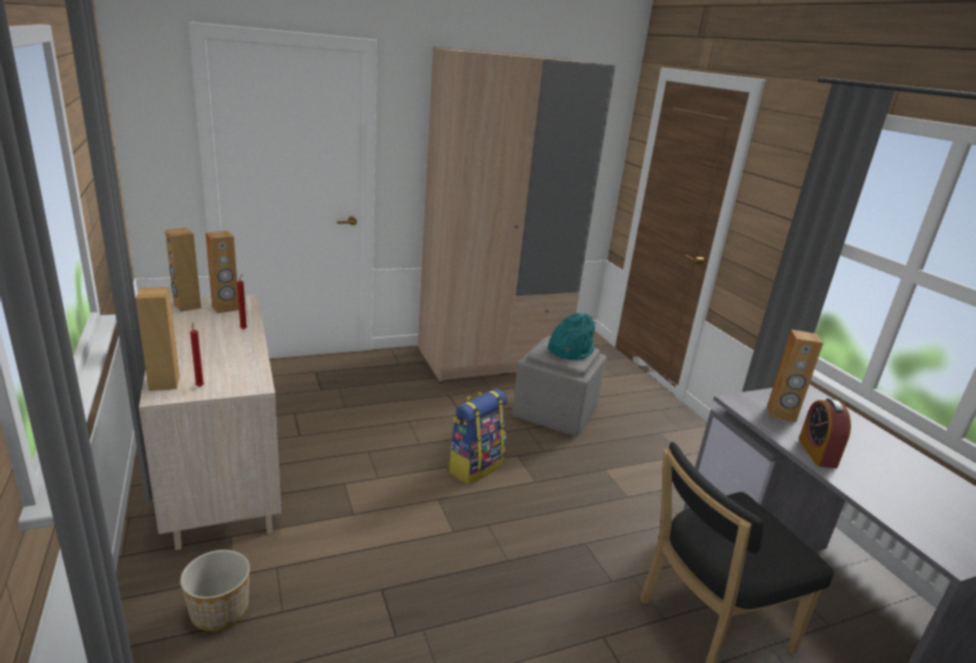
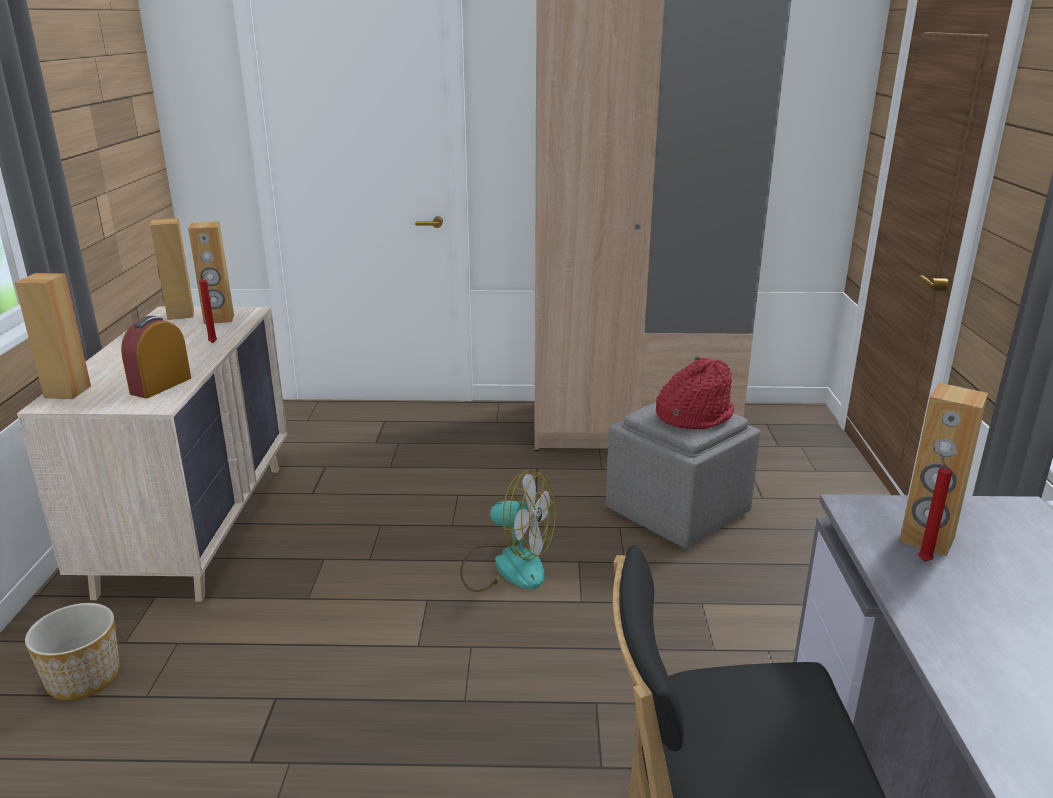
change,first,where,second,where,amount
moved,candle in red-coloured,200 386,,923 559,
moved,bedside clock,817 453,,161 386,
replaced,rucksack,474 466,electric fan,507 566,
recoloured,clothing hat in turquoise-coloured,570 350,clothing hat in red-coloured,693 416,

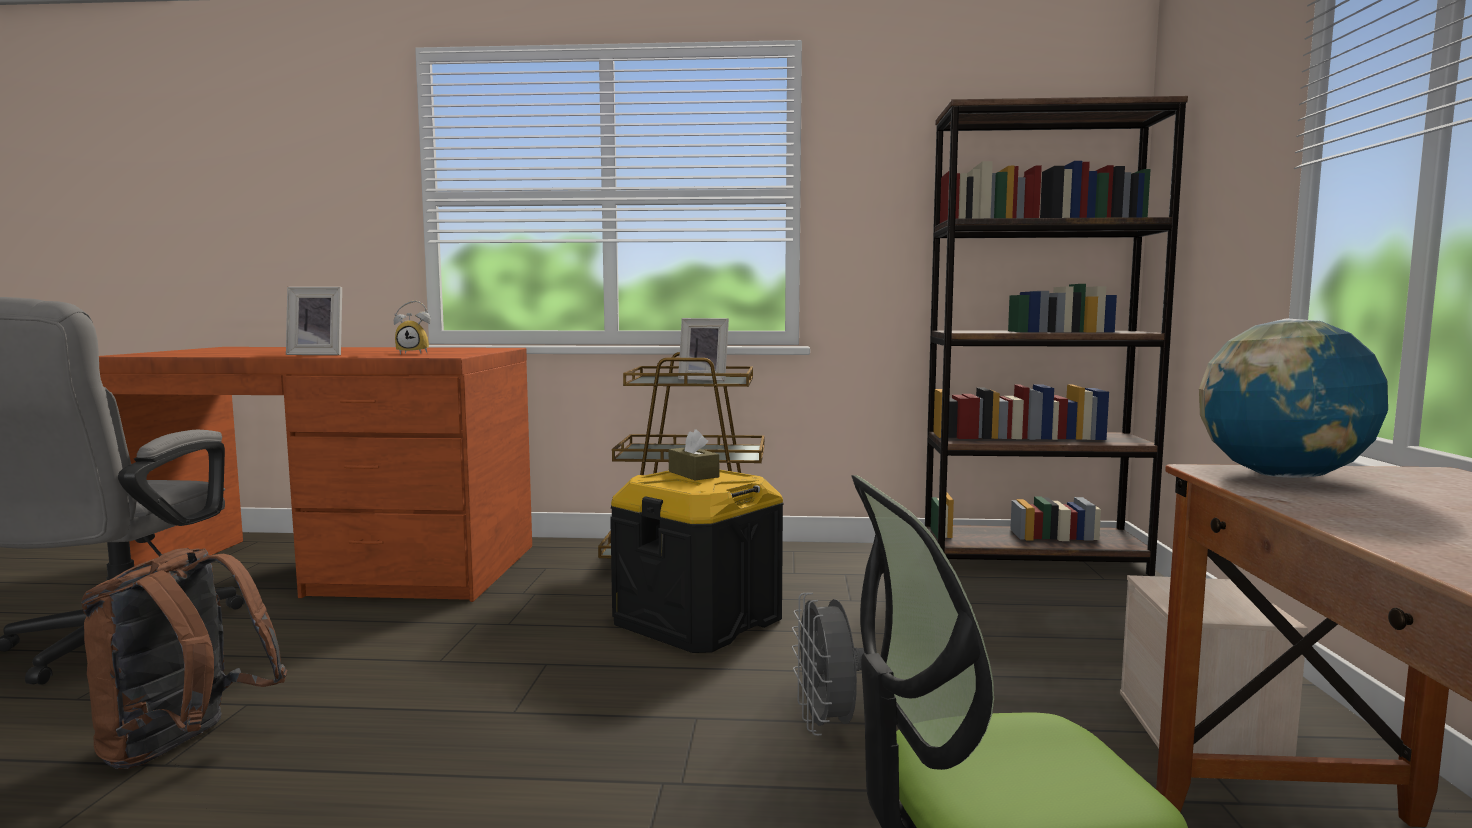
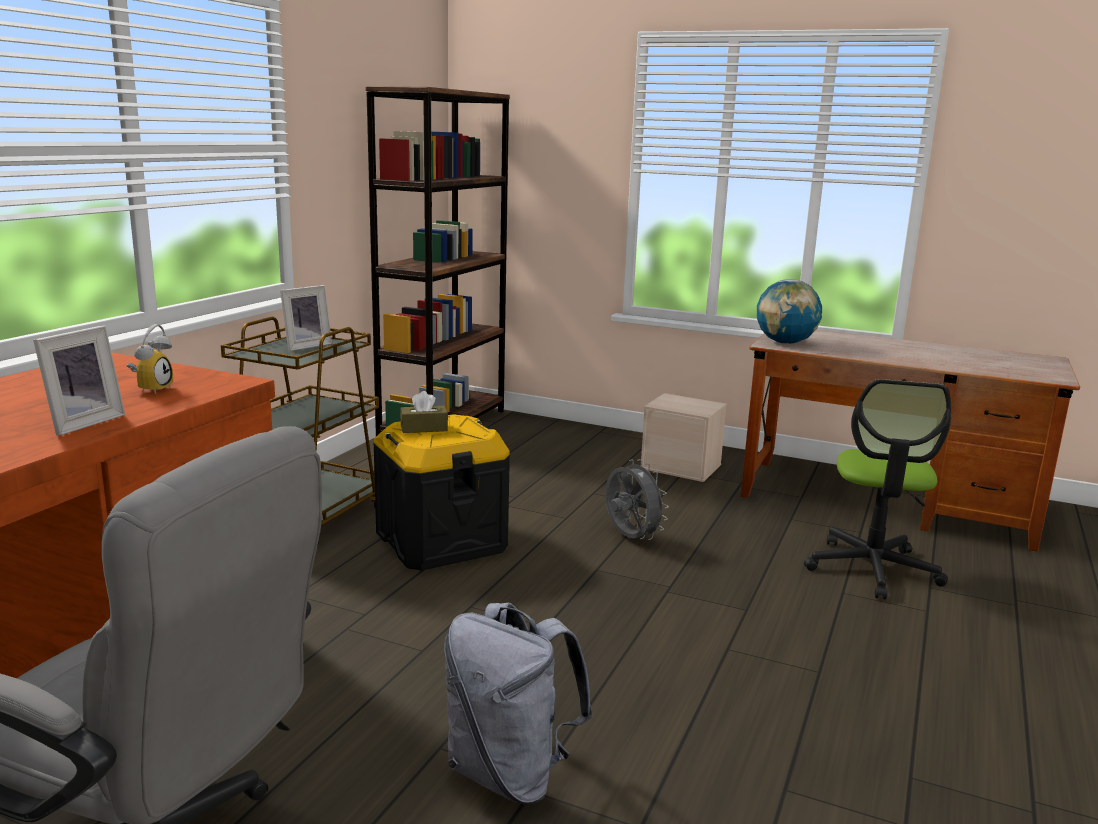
change,first,where,second,where,amount
recoloured,rucksack in brownish,183 747,rucksack in gray,510 774,
turned,electric fan in gray,826 725,,630 538,135 degrees counterclockwise

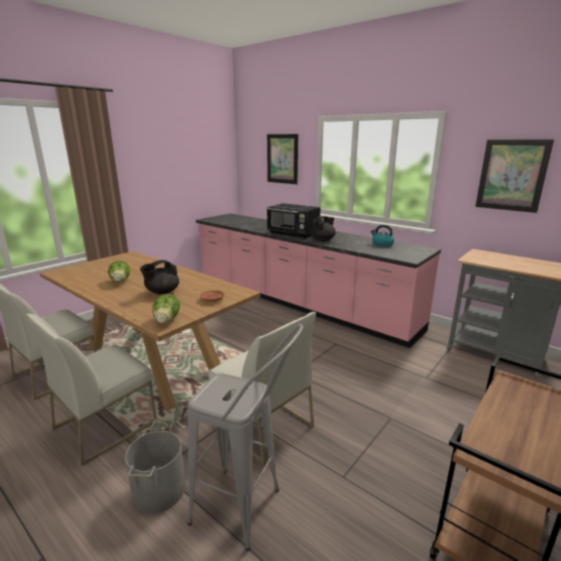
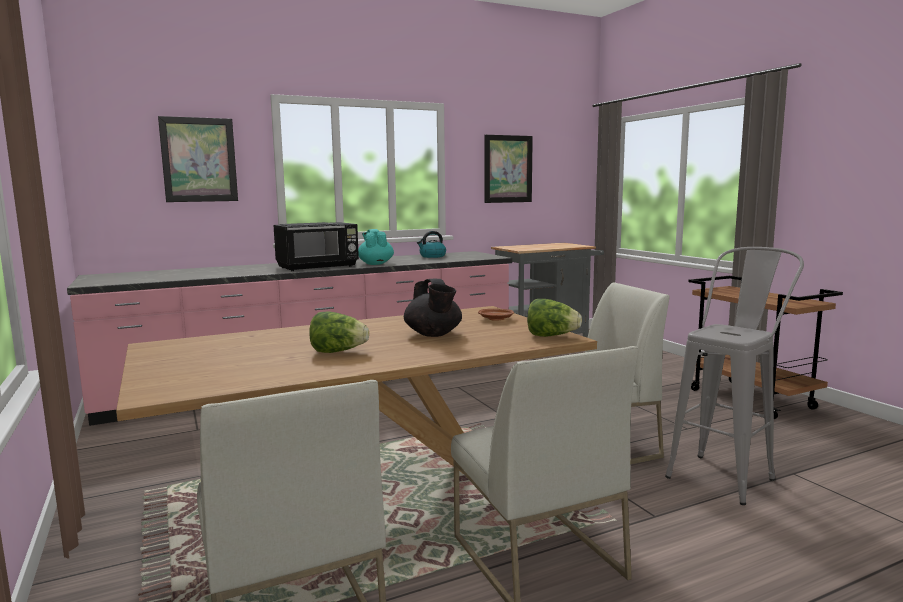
change,first,where,second,where,amount
removed,bucket in gray,158 489,,,
recoloured,tea pot in blackish,323 240,tea pot in turquoise-coloured,375 264,

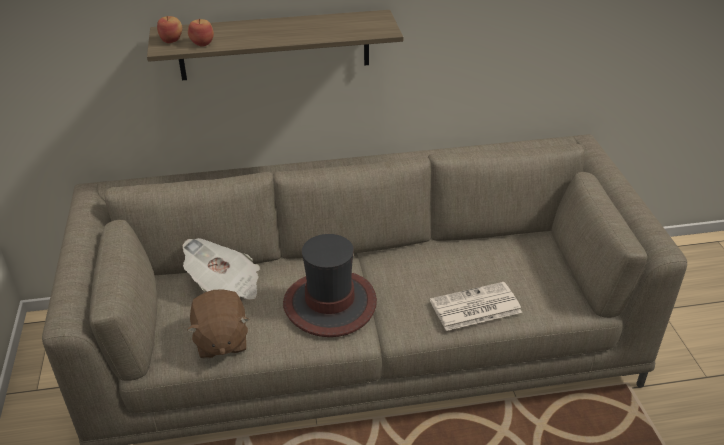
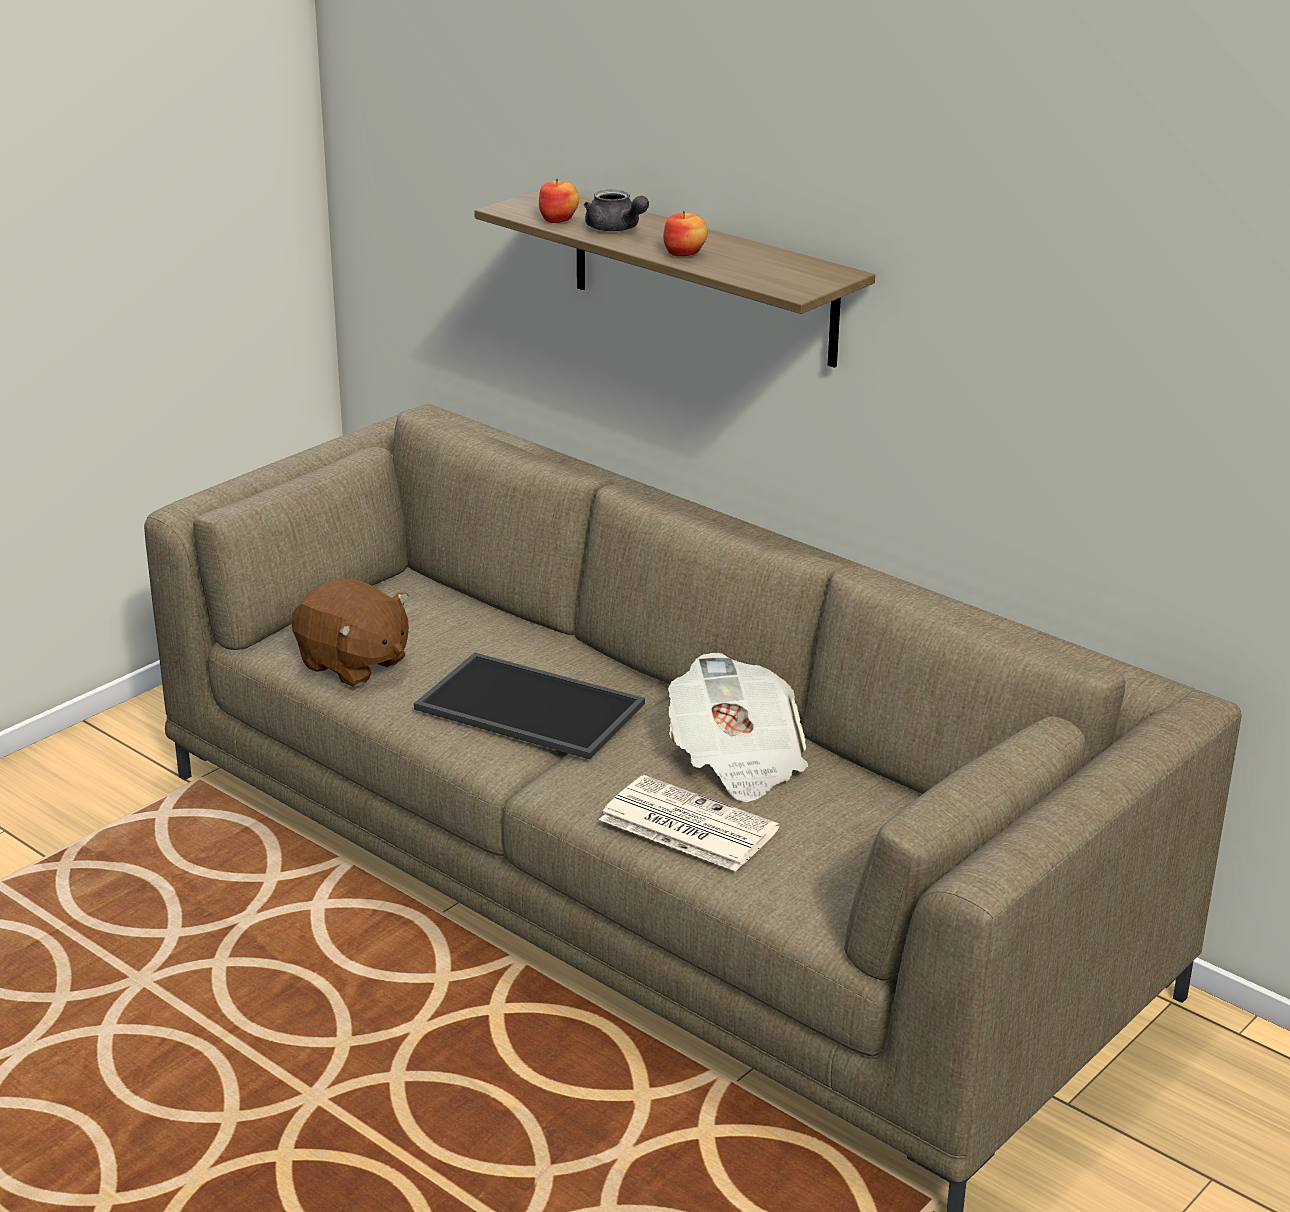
change,first,where,second,where,amount
added,,,tea pot in gray,616 229,
moved,apple fruit,171 40,,685 253,
moved,printed paper,225 283,,736 761,
replaced,clothing hat,330 304,carrying tray,526 707,
turned,cuddly toy in brownish,220 340,,353 664,90 degrees counterclockwise

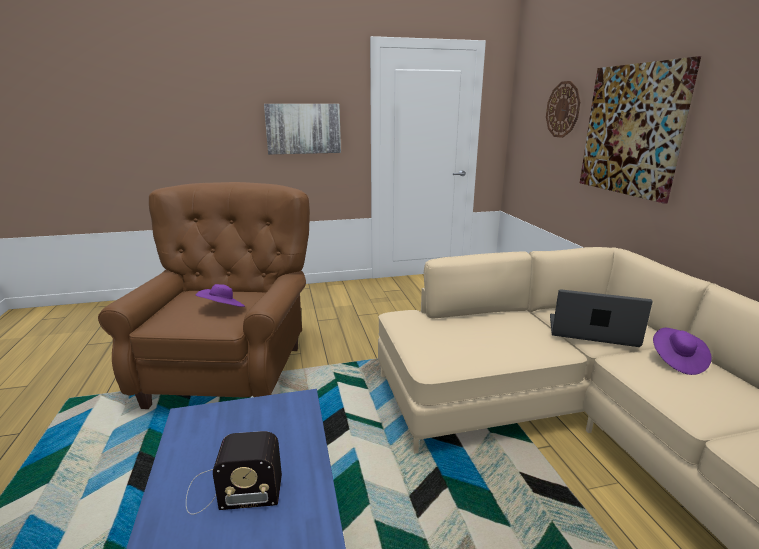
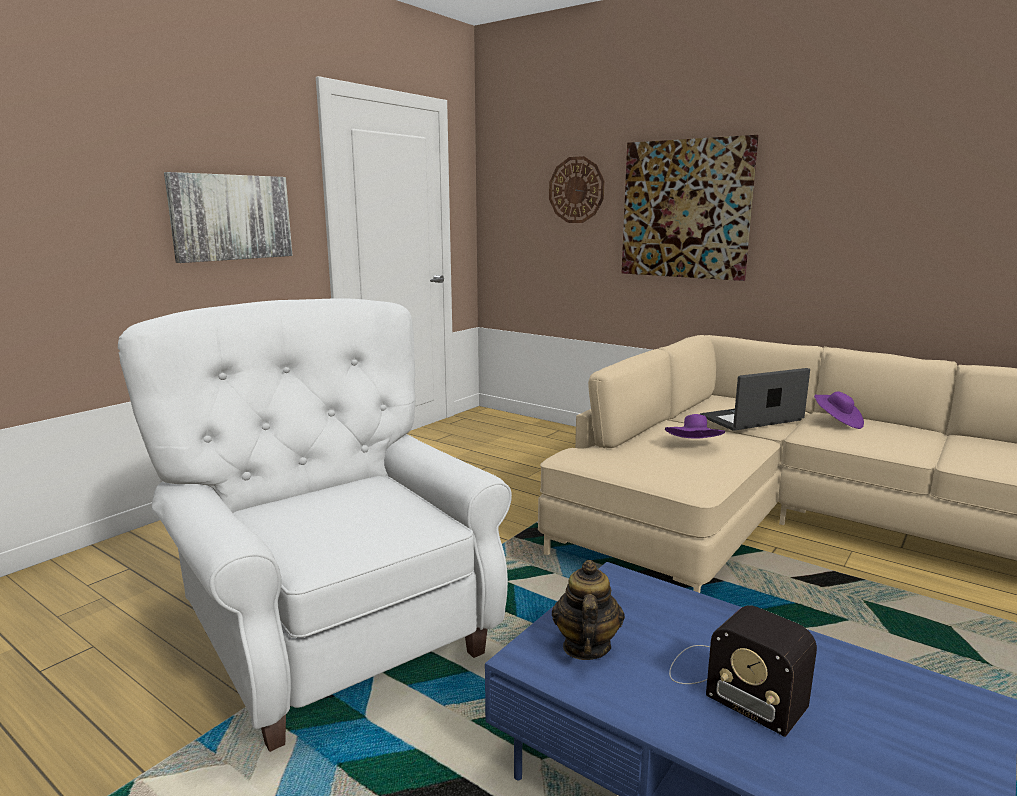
change,first,where,second,where,amount
added,,,tea pot,586 646,
moved,clothing hat in purple,223 309,,694 446,
recoloured,lounge chair in brownish,231 371,lounge chair in white,335 635,
turned,radio set,231 490,,731 683,90 degrees clockwise

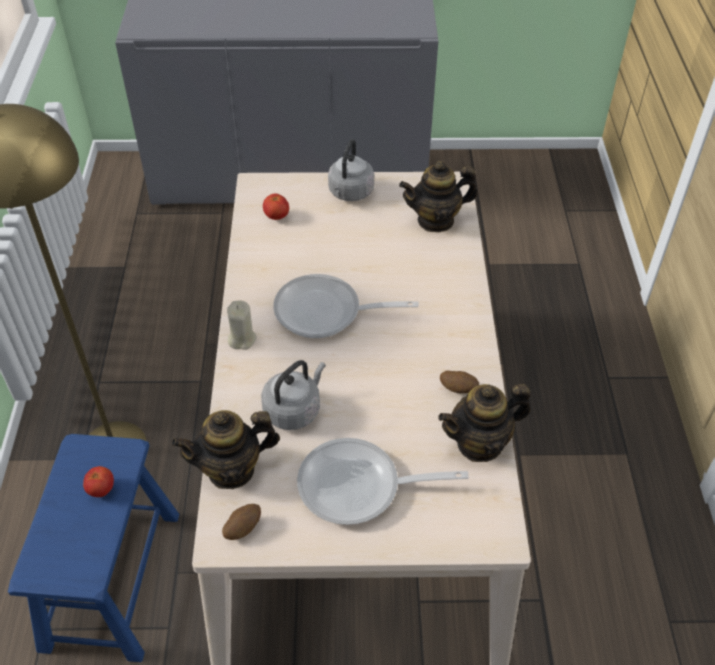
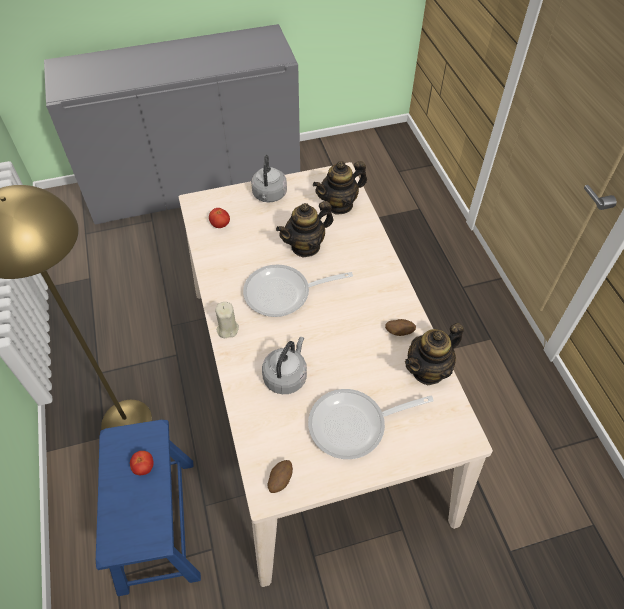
change,first,where,second,where,amount
moved,tea pot,231 469,,305 246,

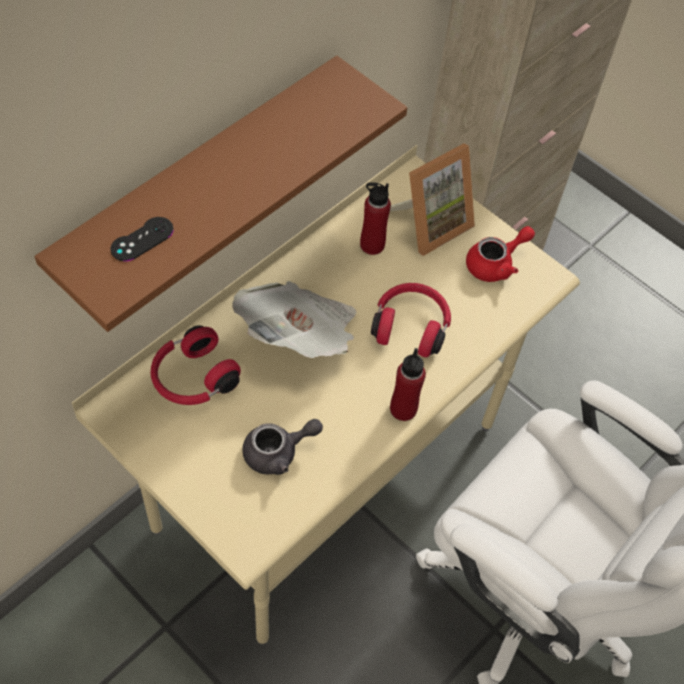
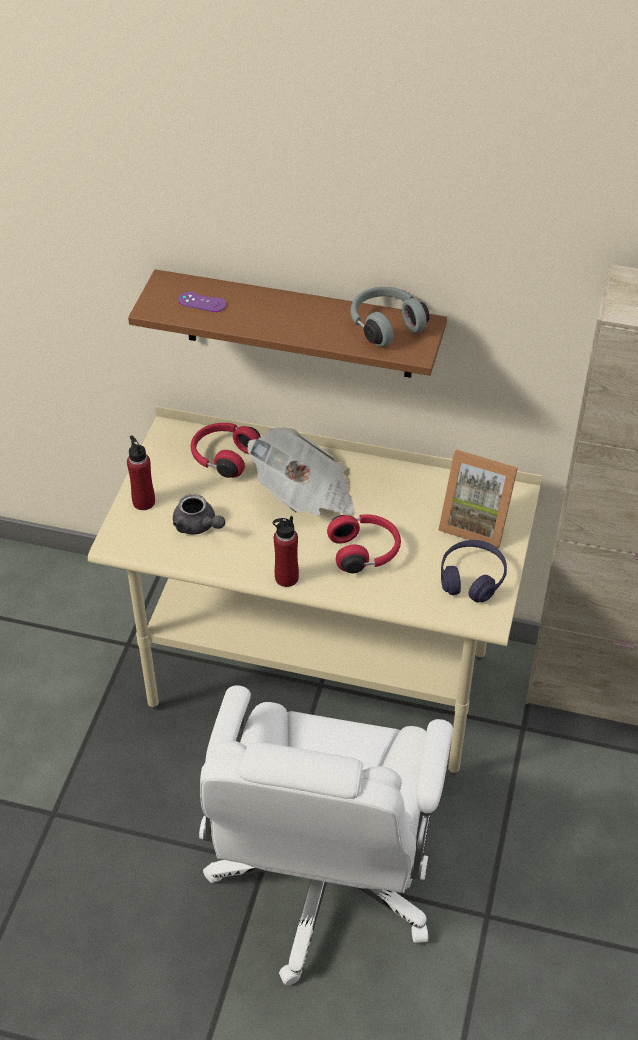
change,first,where,second,where,amount
added,,,pair of headphones in gray,385 325,
moved,drink bottle in red-coloured,372 245,,143 502,
replaced,tea pot in red-coloured,495 264,pair of headphones in purple,472 578,
recoloured,joypad in blackish,142 239,joypad in purple,202 302,

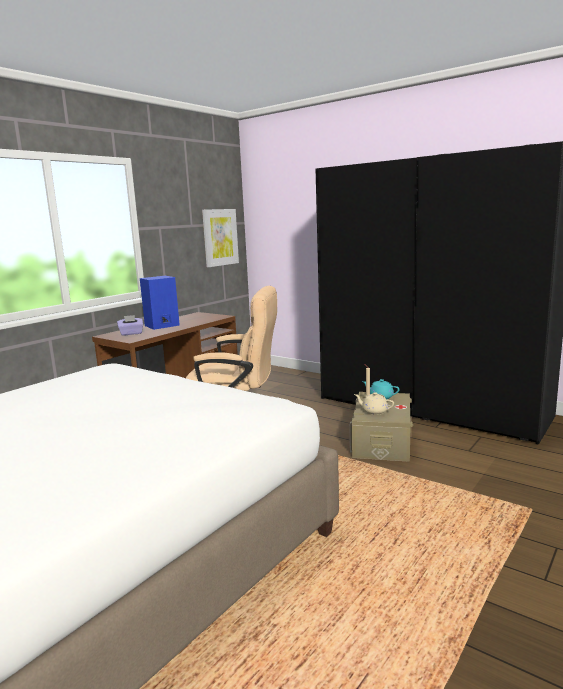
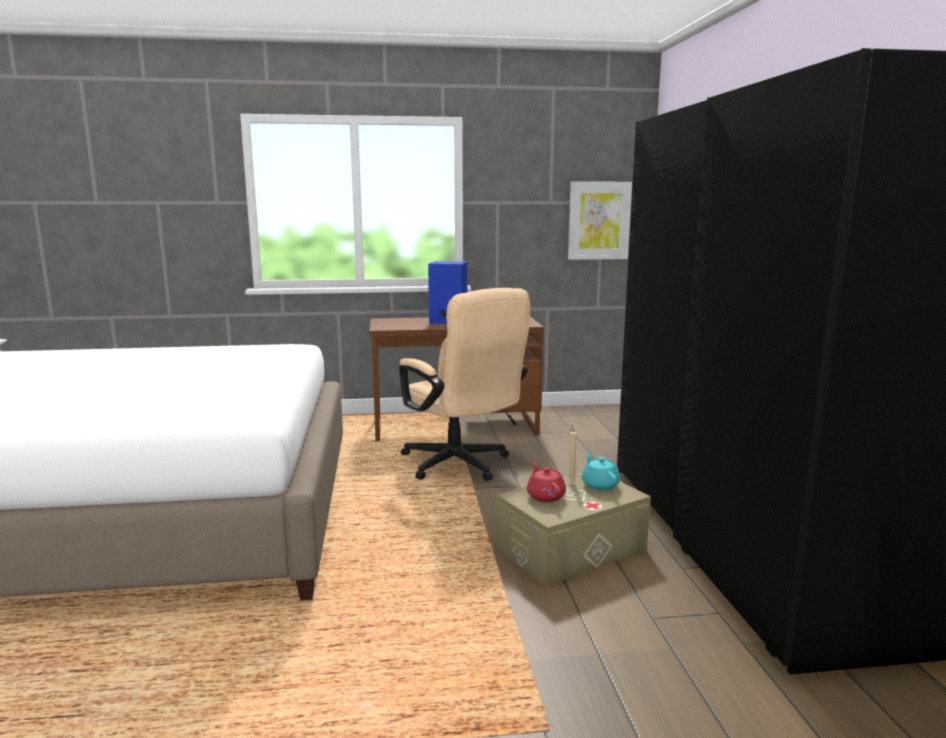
change,first,where,second,where,amount
removed,tissue holder in purple,131 333,,,
recoloured,tea pot in sand-coloured,374 411,tea pot in red-coloured,545 496,

